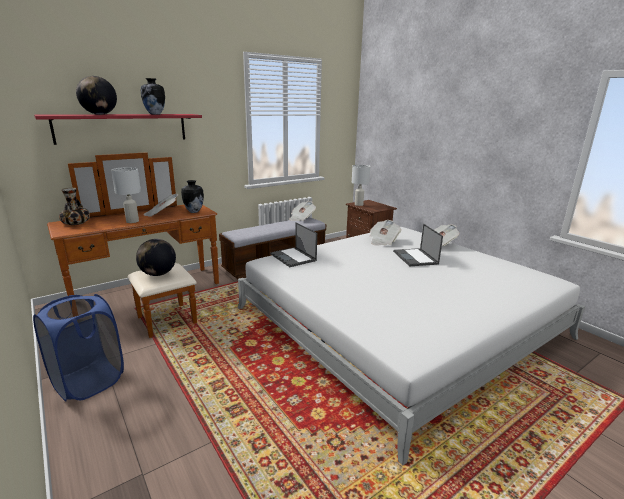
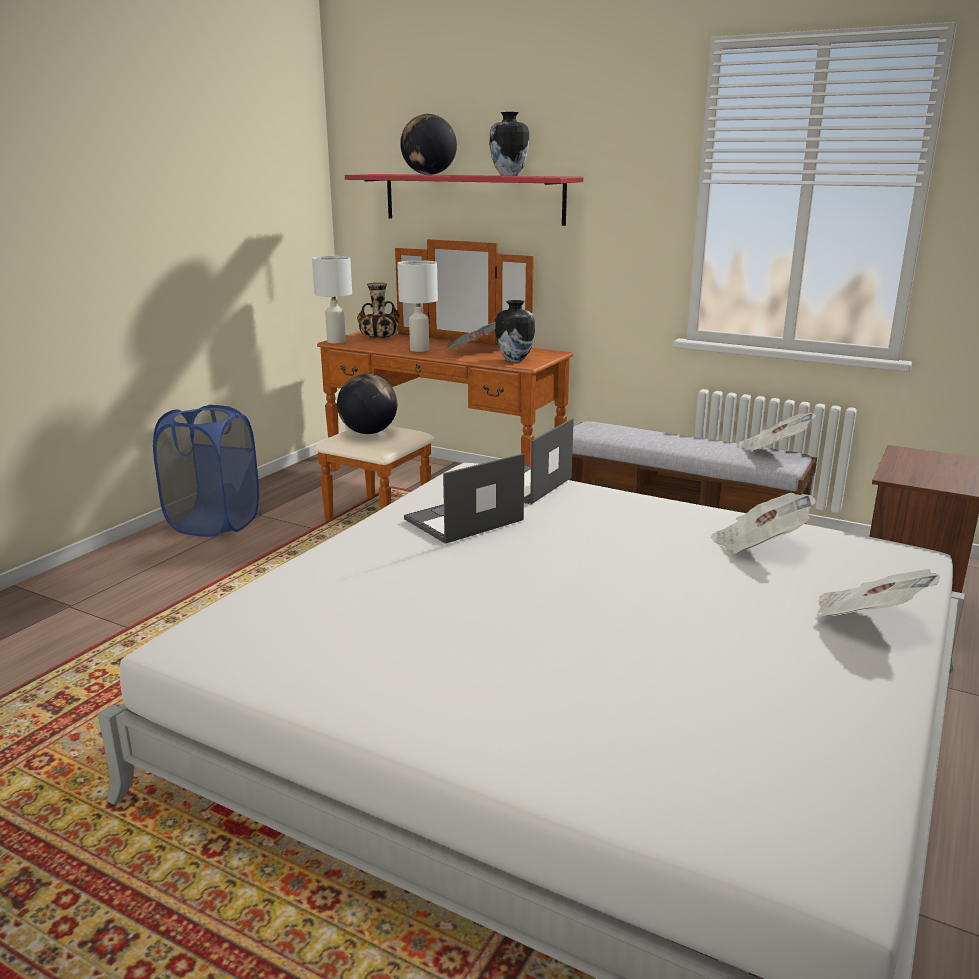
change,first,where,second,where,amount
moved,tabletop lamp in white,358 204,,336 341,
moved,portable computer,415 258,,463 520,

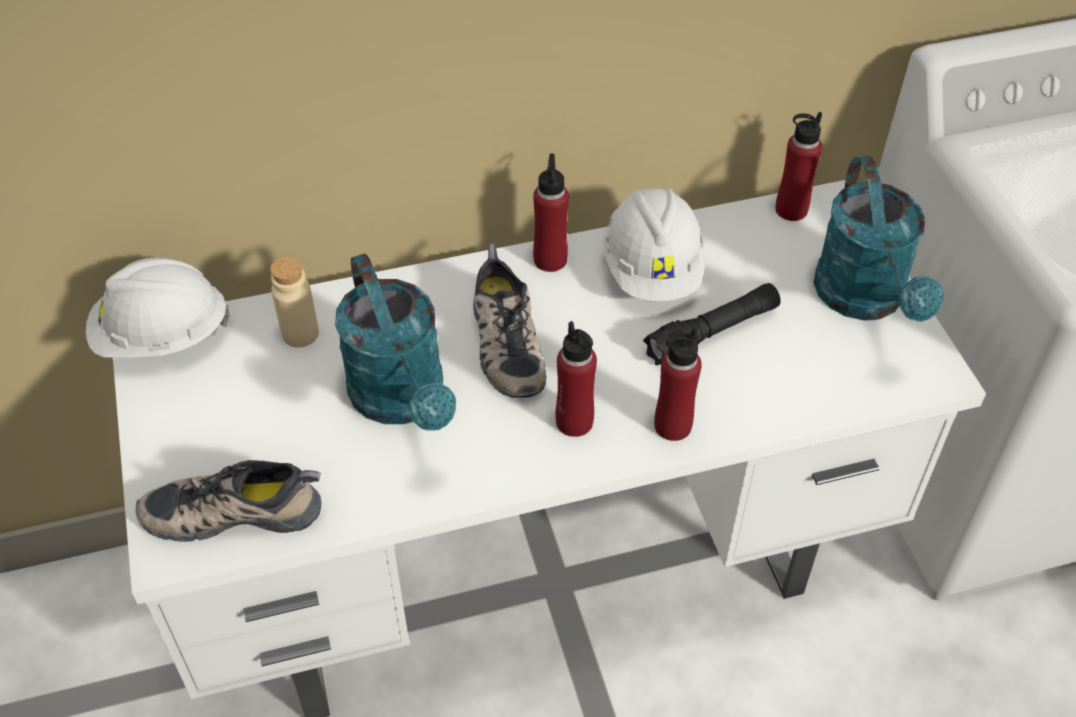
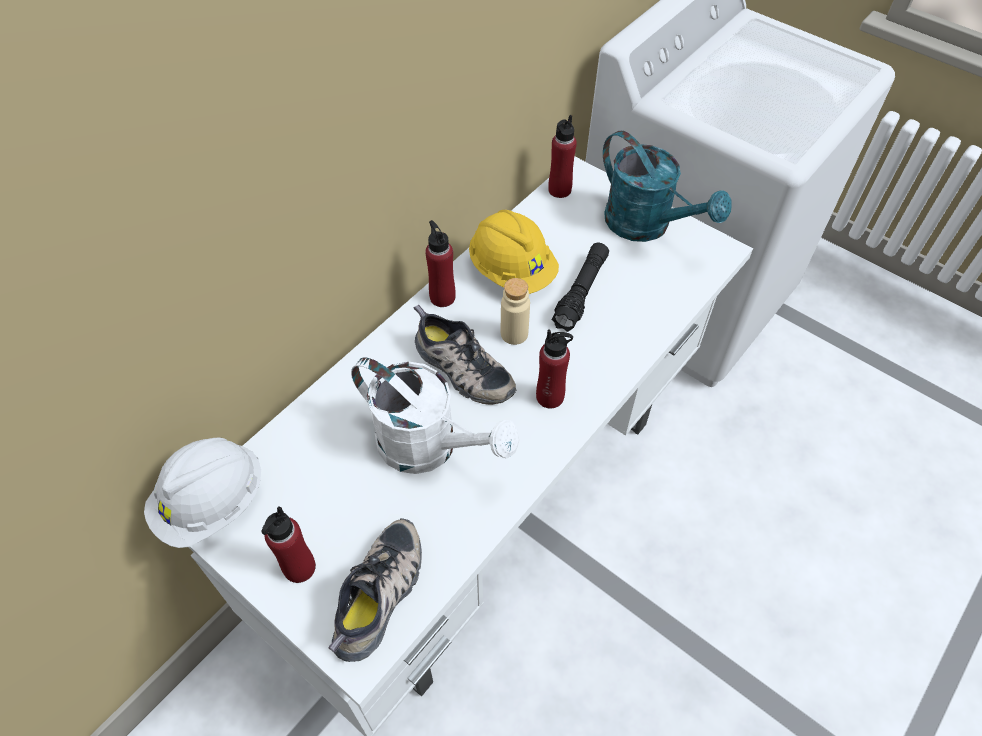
change,first,where,second,where,amount
moved,drink bottle in sand-coloured,300 334,,514 334,
moved,drink bottle in red-coloured,672 426,,299 567,
recoloured,watering can in turquoise-coloured,403 400,watering can in white,430 447,
recoloured,safety helmet in white,652 270,safety helmet in yellow,512 271,
turned,low shoe,235 510,,381 595,150 degrees clockwise

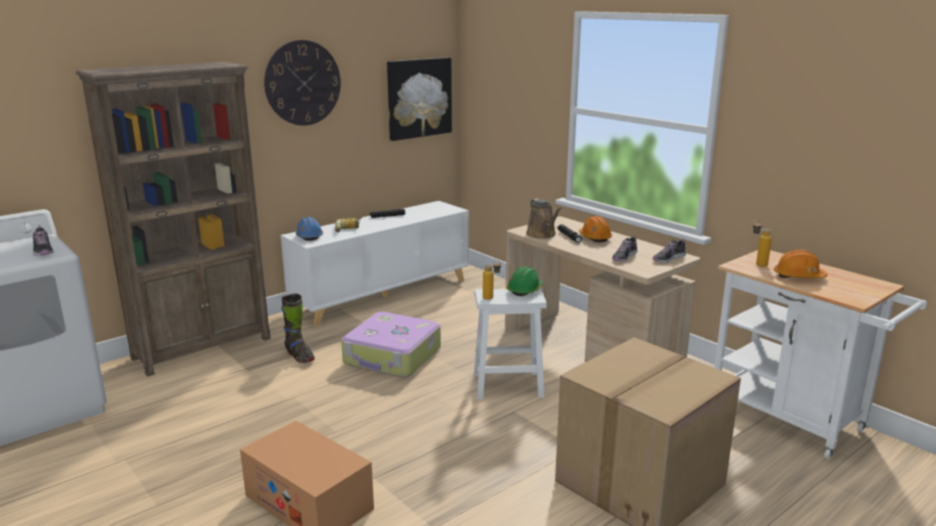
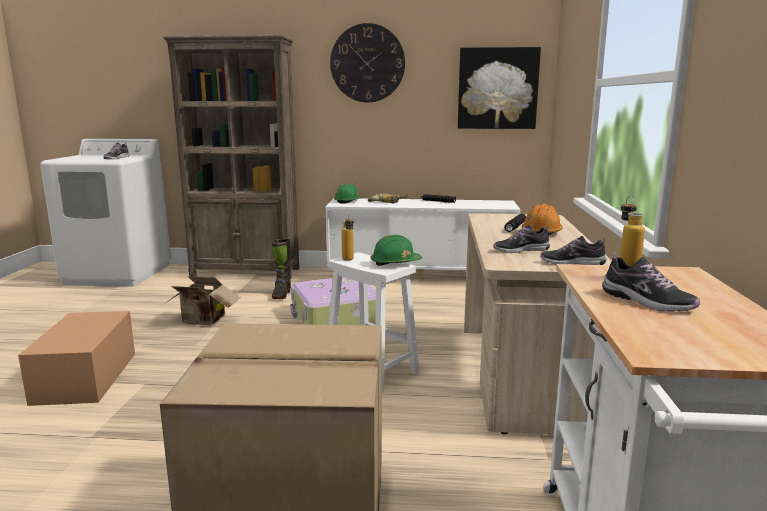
change,first,where,second,where,amount
removed,watering can in brownish,542 235,,,
added,,,carton,203 321,
replaced,safety helmet in orangey,798 276,low shoe,646 301,
recoloured,safety helmet in blue,309 236,safety helmet in green-coloured,347 201,

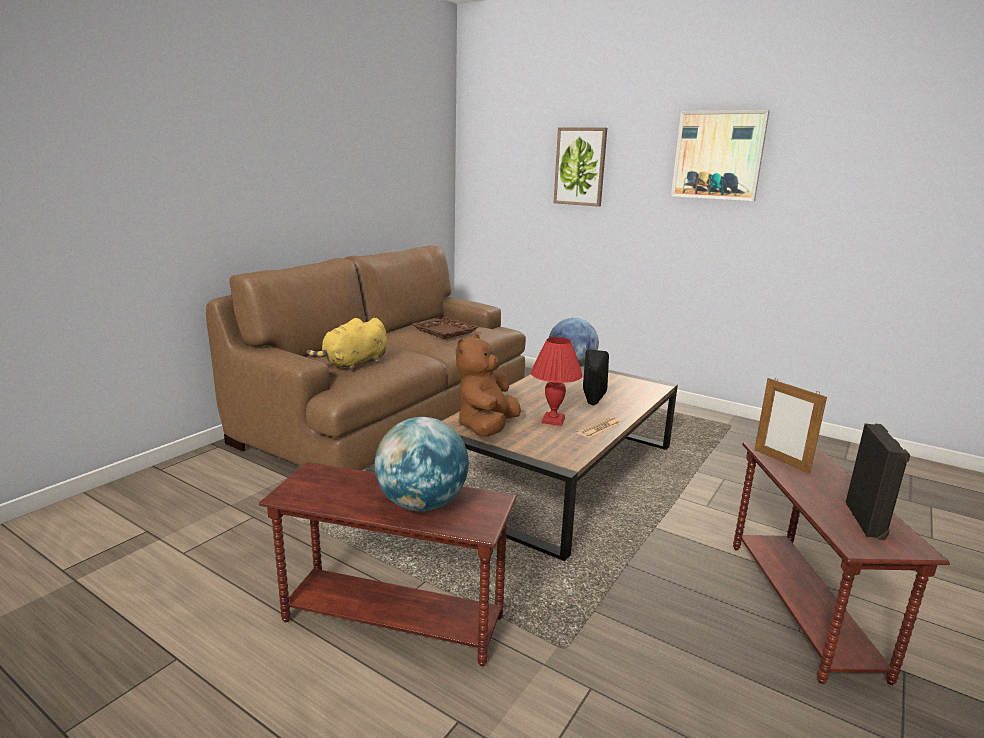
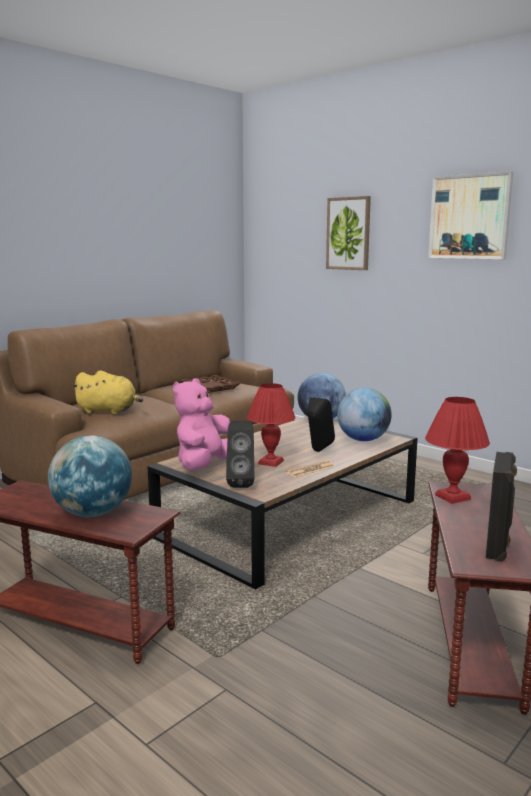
change,first,where,second,where,amount
added,,,loudspeaker in blackish,241 483,
added,,,desk globe,363 440,
replaced,picture frame,781 461,tabletop lamp in red-coloured,453 497,
recoloured,cuddly toy in brownish,487 428,cuddly toy in pink,205 466,
turned,cuddly toy in yellow,354 364,,109 411,135 degrees counterclockwise

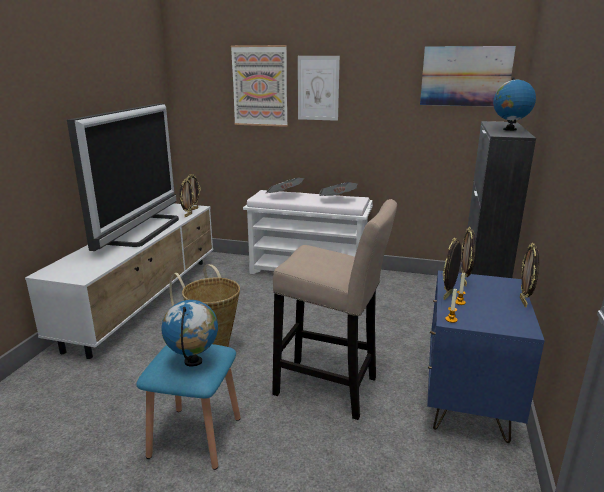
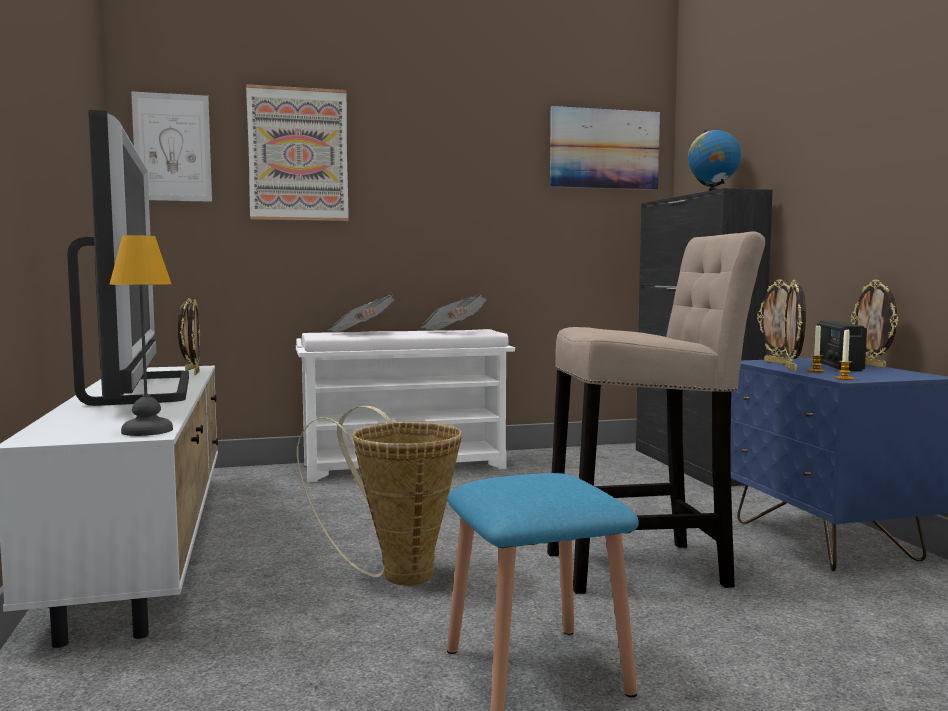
change,first,where,second,where,amount
removed,desk globe,193 362,,,
added,,,tabletop lamp,145 430,
added,,,radio set,837 366,
moved,picture,318 88,,172 147,

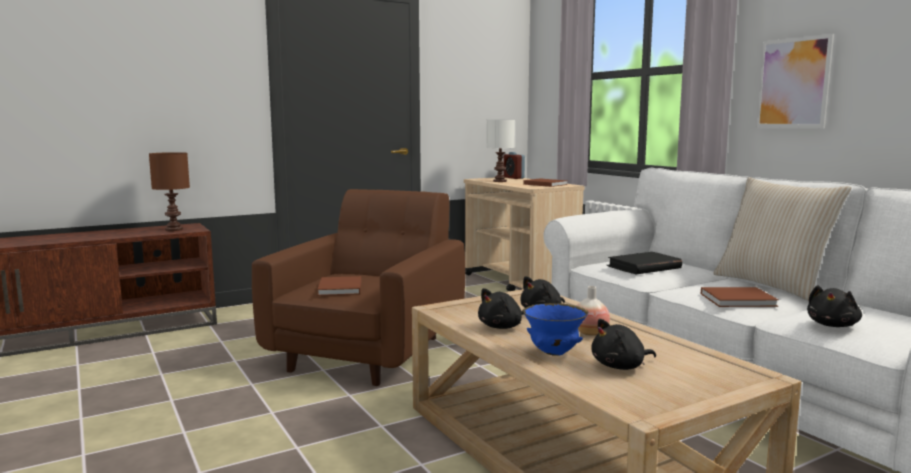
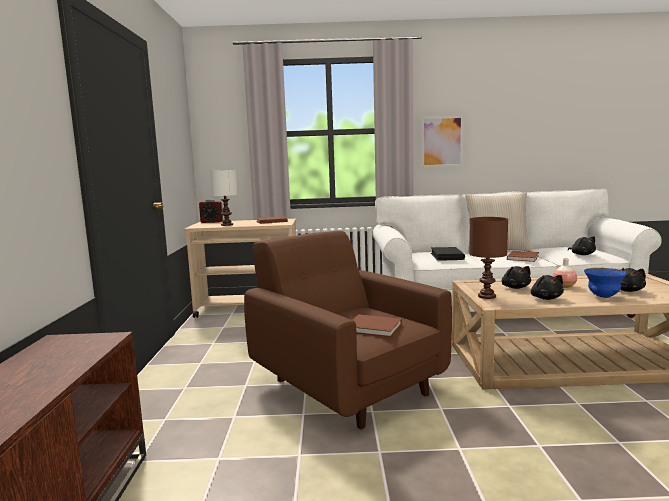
change,first,where,second,where,amount
moved,tabletop lamp in brownish,173 229,,486 296,

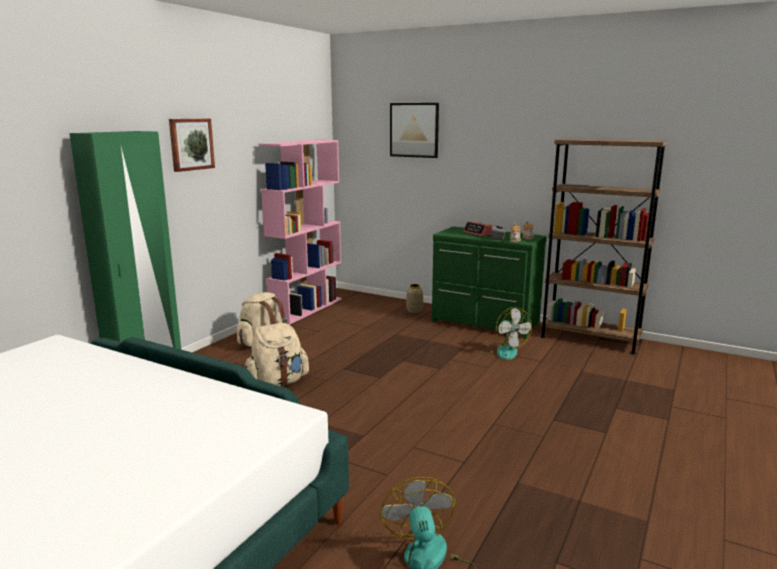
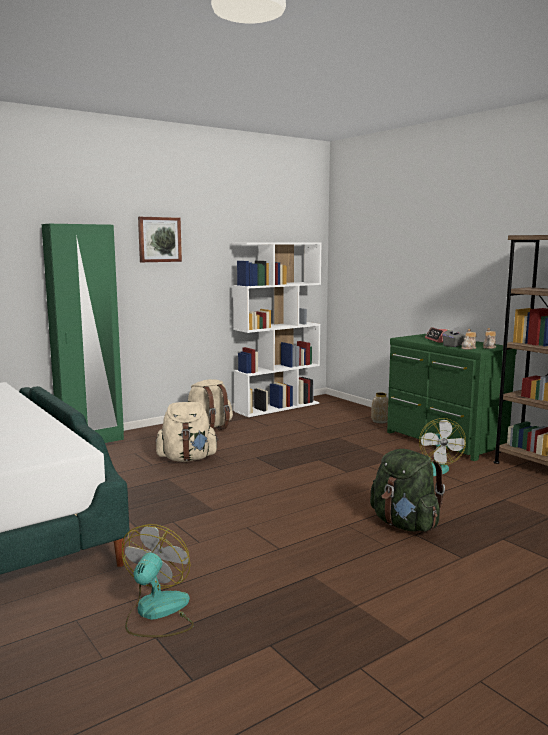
change,first,where,second,where,amount
removed,picture,414 130,,,
added,,,rucksack in green-coloured,405 524,
recoloured,bookcase in pink,307 309,bookcase in white,277 407,

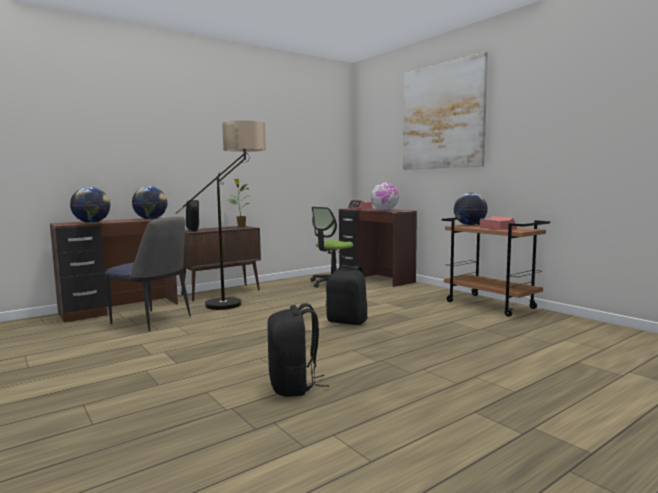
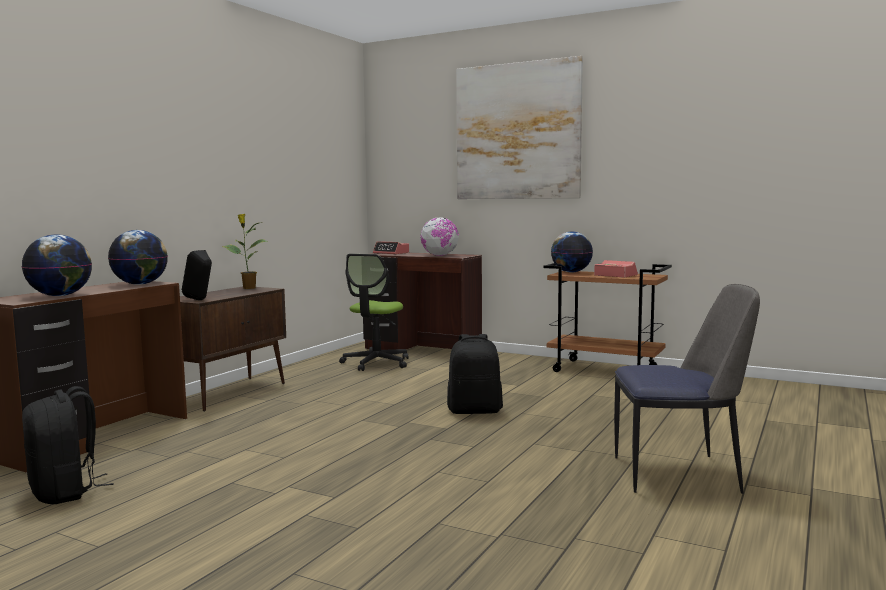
change,first,where,second,where,amount
removed,standing lamp,238 304,,,
moved,upright chair,152 321,,679 474,
moved,rucksack in blackish,294 386,,65 492,

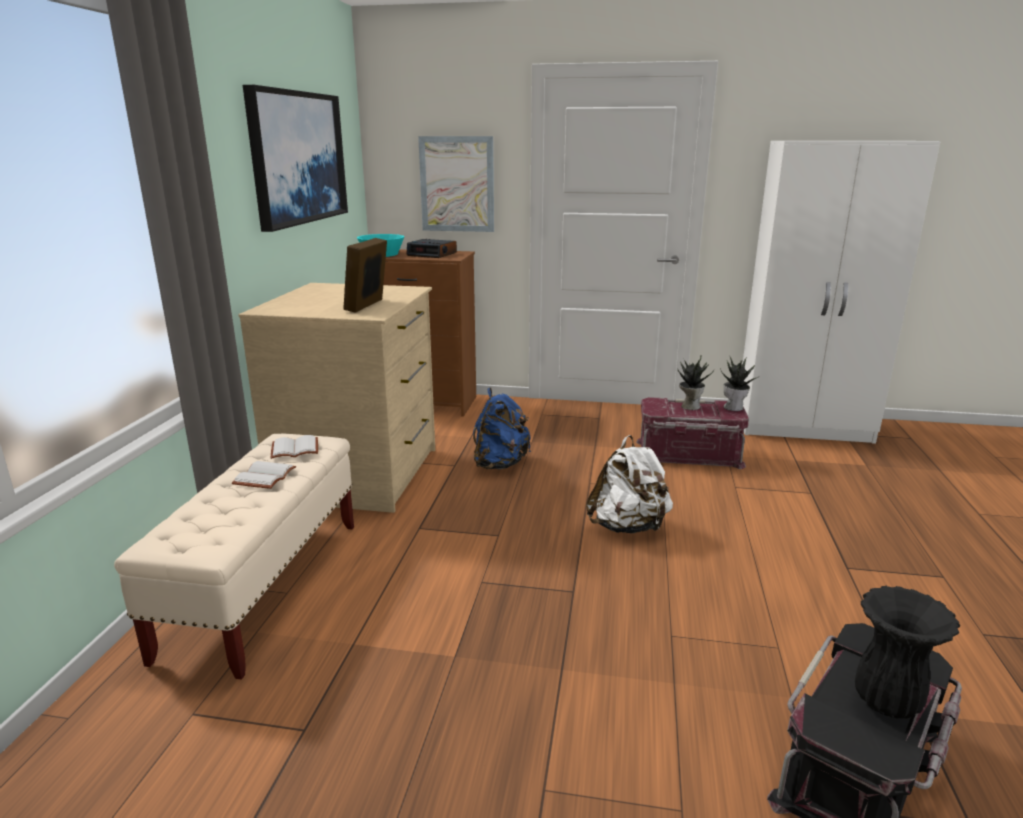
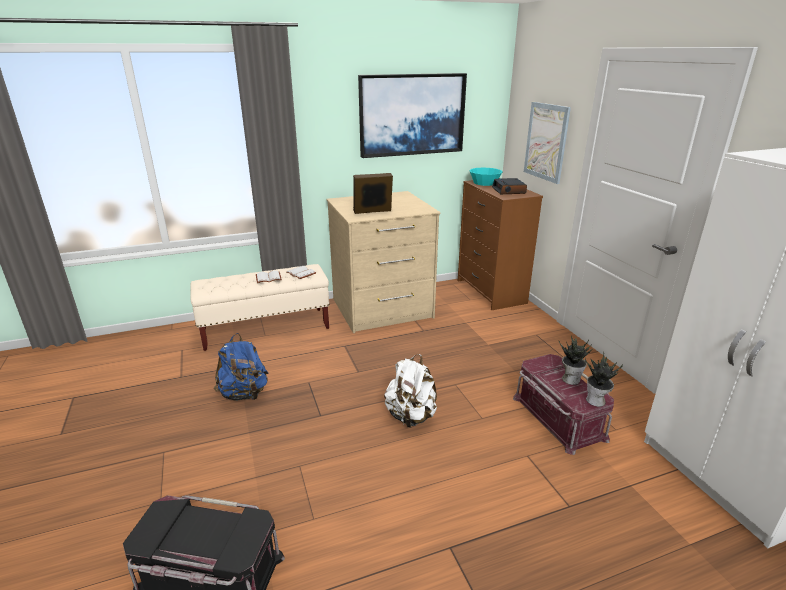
change,first,where,second,where,amount
removed,vase in blackish,887 700,,,
moved,rucksack in blue,500 464,,244 394,

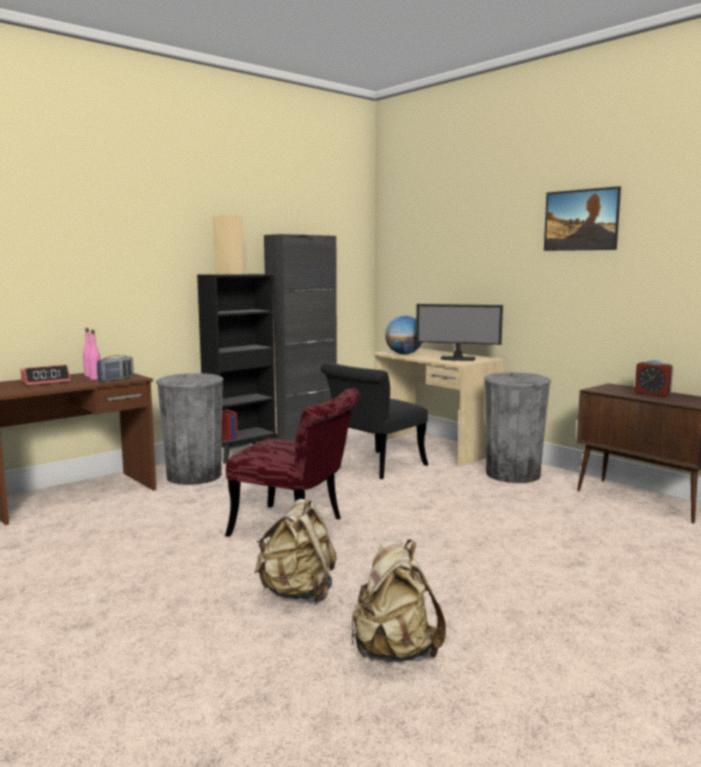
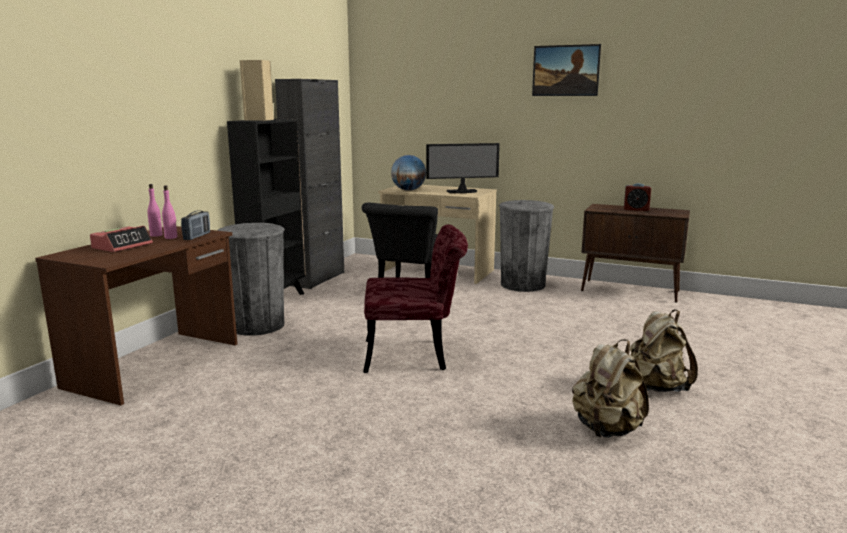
change,first,where,second,where,amount
moved,rucksack in sand-coloured,298 593,,656 388,

